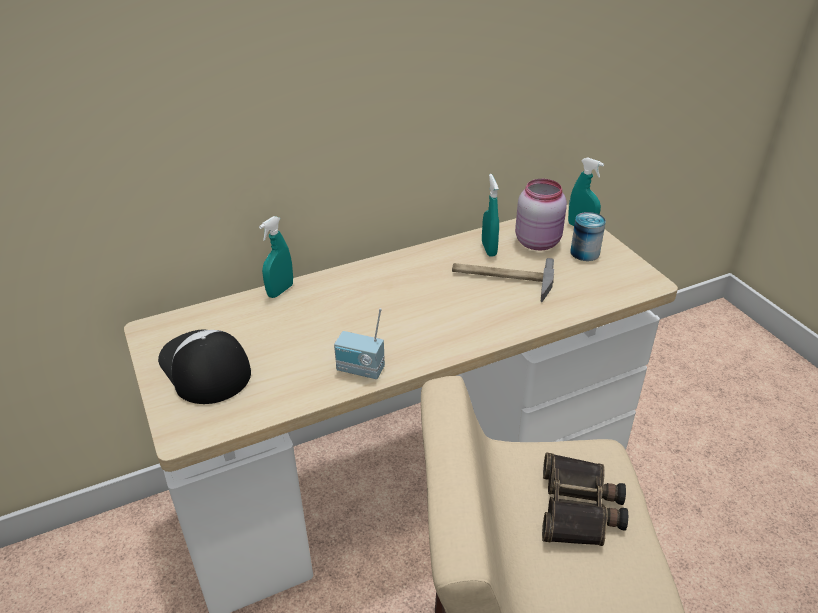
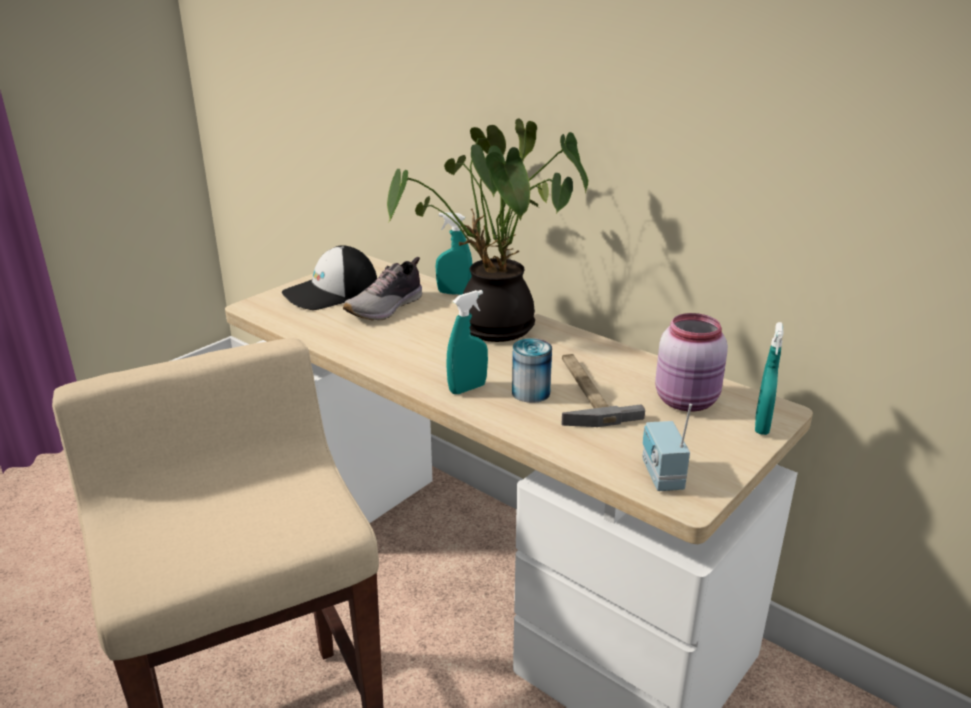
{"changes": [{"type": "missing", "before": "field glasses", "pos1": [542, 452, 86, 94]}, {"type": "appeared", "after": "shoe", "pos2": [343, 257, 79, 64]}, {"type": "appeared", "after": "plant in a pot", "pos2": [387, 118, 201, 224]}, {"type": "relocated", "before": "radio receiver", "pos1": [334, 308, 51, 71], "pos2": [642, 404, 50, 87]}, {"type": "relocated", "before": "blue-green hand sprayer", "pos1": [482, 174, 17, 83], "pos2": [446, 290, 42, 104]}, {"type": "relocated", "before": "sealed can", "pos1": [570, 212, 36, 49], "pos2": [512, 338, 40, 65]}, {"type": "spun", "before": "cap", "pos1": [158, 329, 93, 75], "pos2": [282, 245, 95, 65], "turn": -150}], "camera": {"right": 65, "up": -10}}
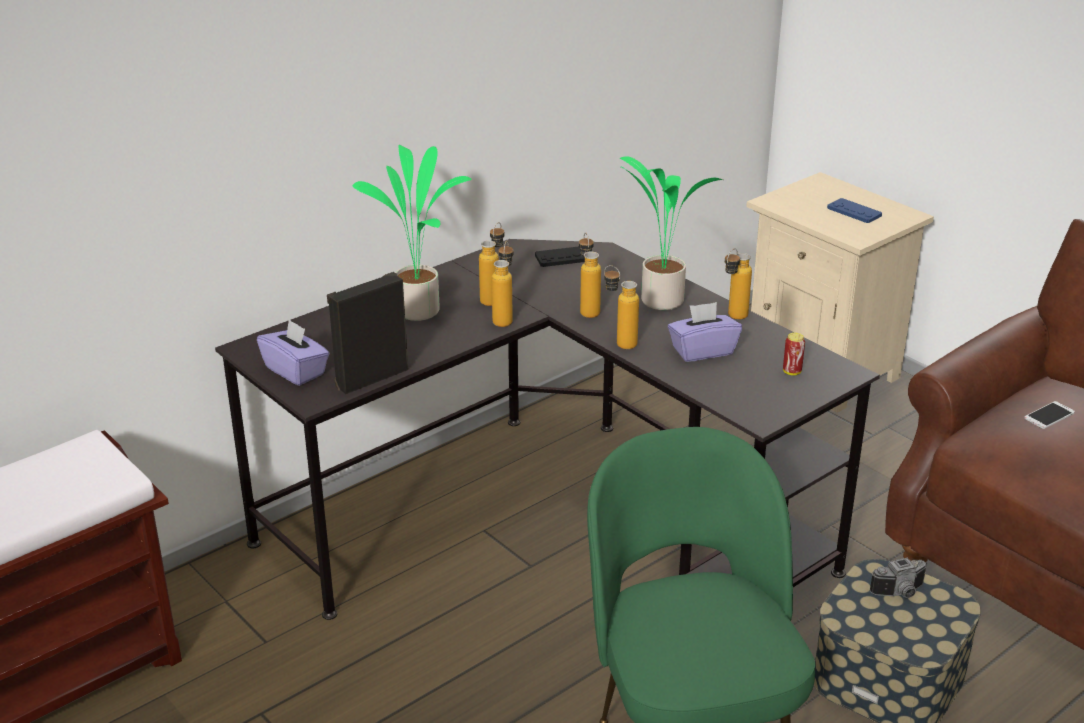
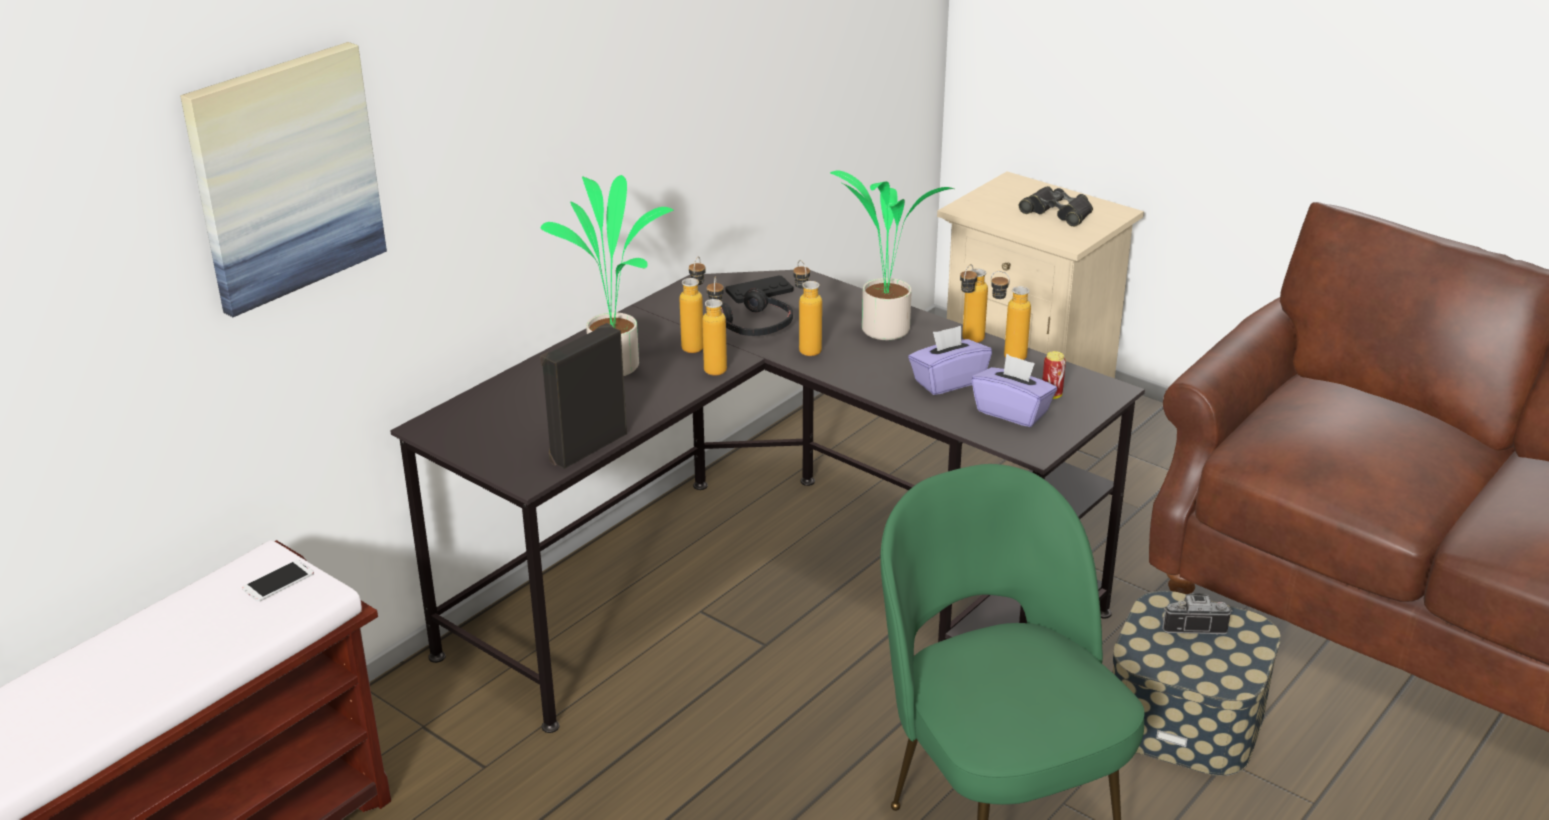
{"changes": [{"type": "appeared", "after": "wall art", "pos2": [180, 42, 207, 275]}, {"type": "appeared", "after": "black-coloured headphones", "pos2": [721, 288, 72, 48]}, {"type": "relocated", "before": "purple tissue holder", "pos1": [257, 319, 73, 67], "pos2": [972, 354, 85, 73]}, {"type": "relocated", "before": "bottle", "pos1": [604, 265, 35, 84], "pos2": [991, 271, 40, 89]}, {"type": "relocated", "before": "handset", "pos1": [1024, 401, 51, 28], "pos2": [242, 560, 72, 42]}, {"type": "exchanged", "before": "bluish joypad", "after": "black-coloured field glasses", "pos1": [827, 198, 55, 25], "pos2": [1019, 186, 74, 41]}, {"type": "spun", "before": "photo camera", "pos1": [870, 558, 57, 40], "pos2": [1162, 593, 71, 42], "turn": -150}], "camera": {"right": -10, "up": 0}}
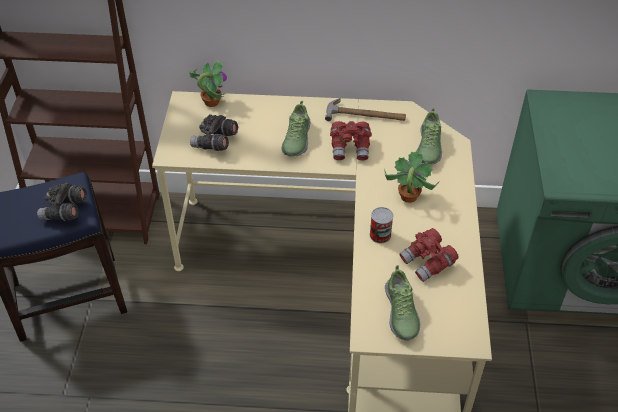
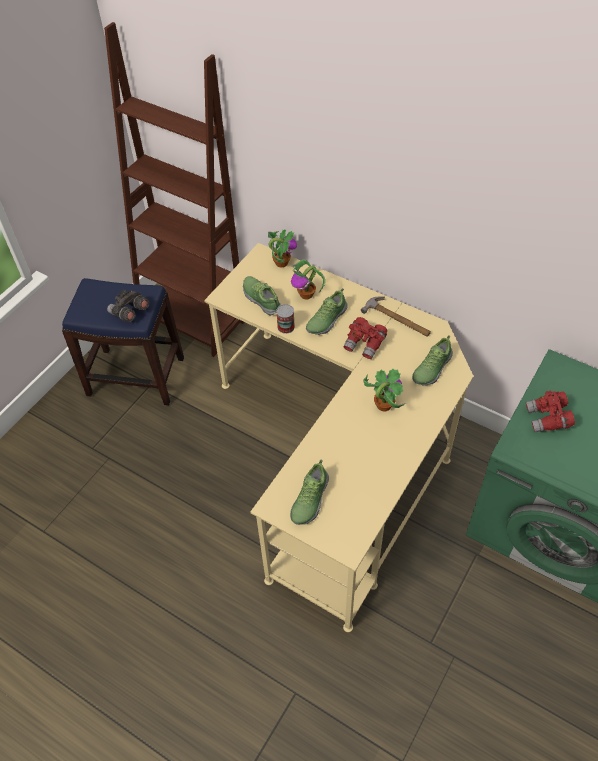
{"changes": [{"type": "appeared", "after": "plant in a pot", "pos2": [291, 260, 34, 39]}, {"type": "relocated", "before": "sealed can", "pos1": [370, 207, 23, 37], "pos2": [276, 304, 19, 30]}, {"type": "relocated", "before": "reddish field glasses", "pos1": [400, 228, 59, 54], "pos2": [526, 391, 49, 41]}, {"type": "exchanged", "before": "gray field glasses", "after": "shoe", "pos1": [190, 114, 48, 37], "pos2": [243, 276, 38, 40]}], "camera": {"right": 30, "up": 5}}
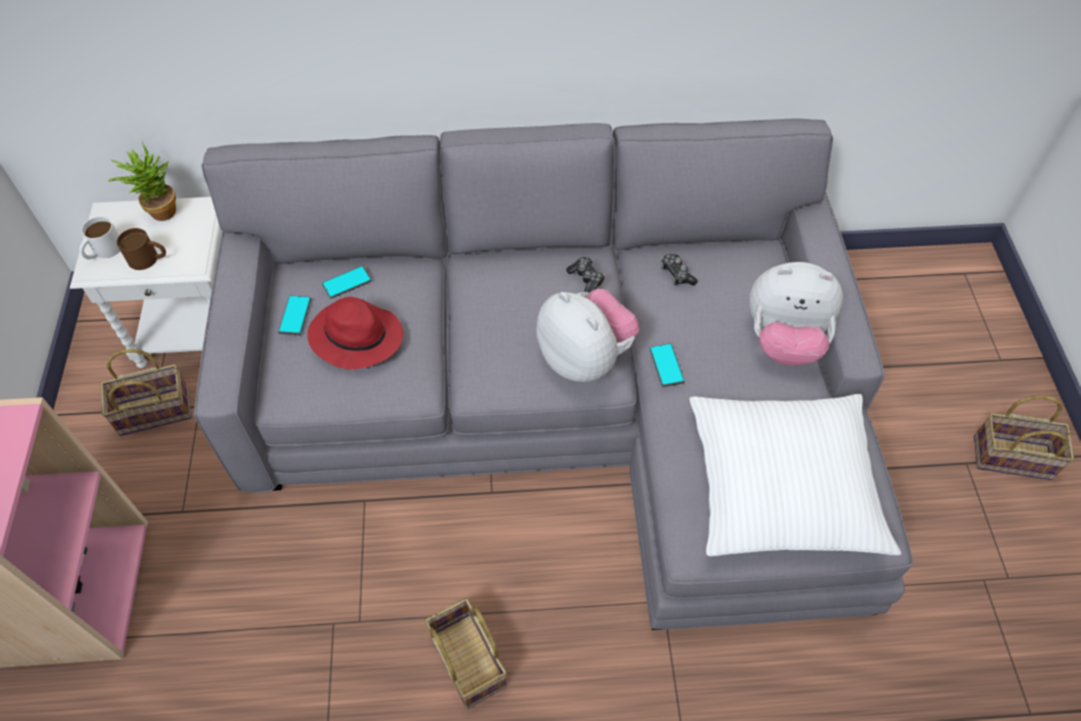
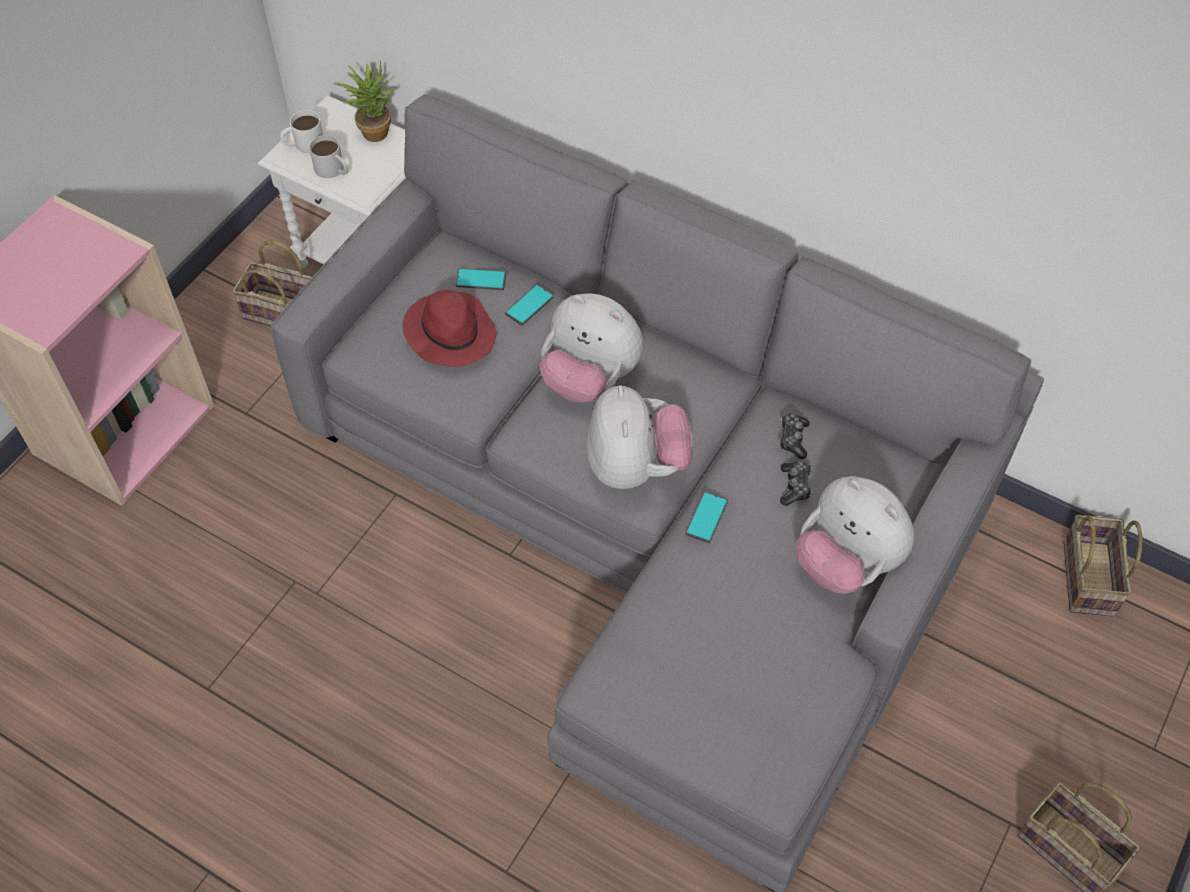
{"changes": [{"type": "missing", "before": "white throw pillow", "pos1": [690, 394, 211, 162]}, {"type": "appeared", "after": "cuddly toy", "pos2": [539, 294, 104, 109]}, {"type": "relocated", "before": "handset", "pos1": [278, 295, 33, 40], "pos2": [505, 284, 49, 42]}, {"type": "relocated", "before": "household basket", "pos1": [425, 598, 82, 111], "pos2": [1063, 515, 80, 102]}, {"type": "relocated", "before": "joypad", "pos1": [566, 257, 39, 36], "pos2": [780, 461, 32, 45]}, {"type": "colour", "before": "brown tea mug", "after": "white tea mug", "pos1": [117, 228, 49, 42], "pos2": [309, 135, 39, 43]}], "camera": {"right": 35, "up": 0}}
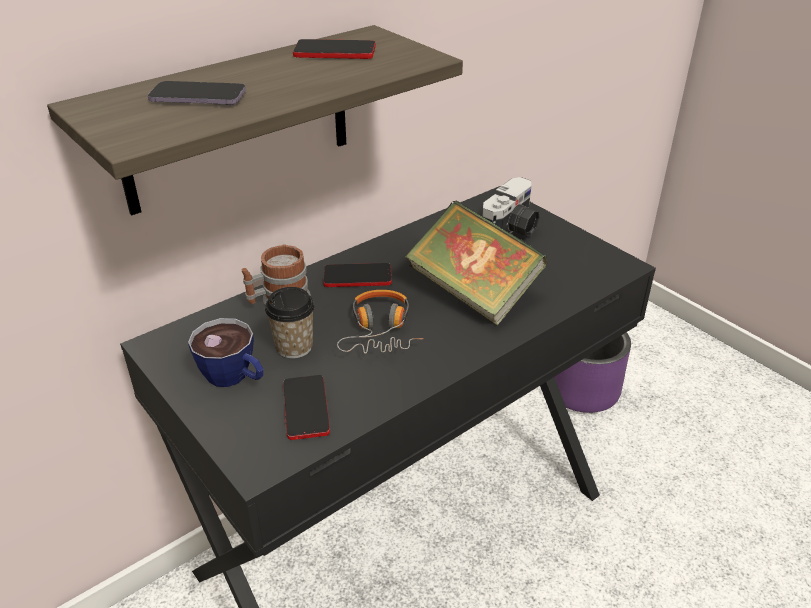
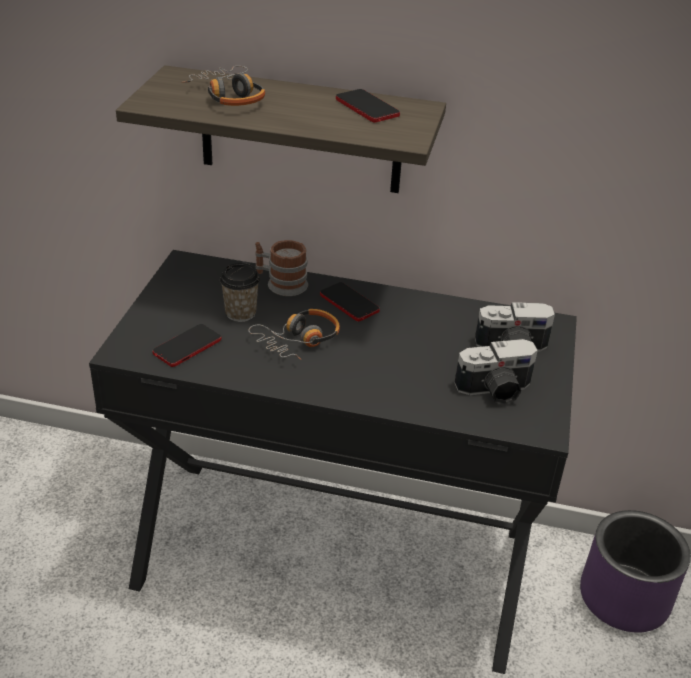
{"changes": [{"type": "missing", "before": "drinking cup", "pos1": [188, 318, 75, 69]}, {"type": "missing", "before": "bound book", "pos1": [405, 201, 143, 125]}, {"type": "appeared", "after": "photo camera", "pos2": [454, 339, 84, 66]}, {"type": "exchanged", "before": "handset", "after": "headphones", "pos1": [148, 81, 98, 24], "pos2": [182, 66, 83, 40]}], "camera": {"right": 50, "up": 0}}
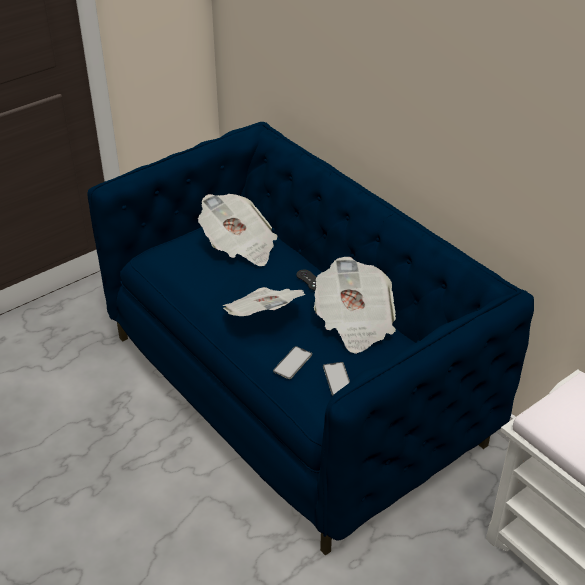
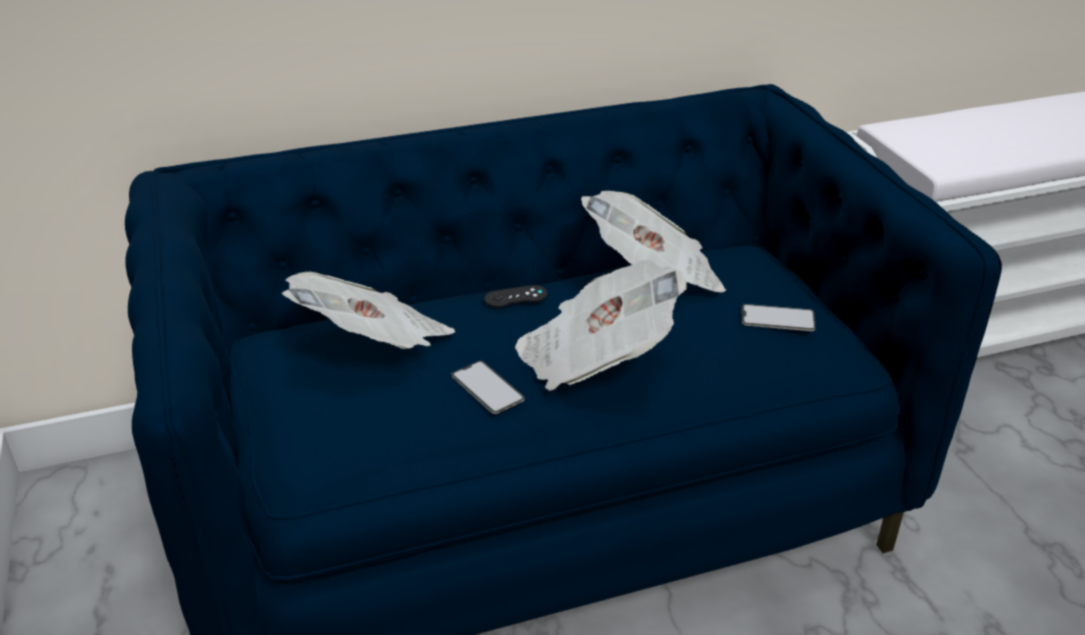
{"changes": [{"type": "relocated", "before": "handset", "pos1": [273, 346, 39, 33], "pos2": [451, 361, 74, 53]}], "camera": {"right": -70, "up": -5}}
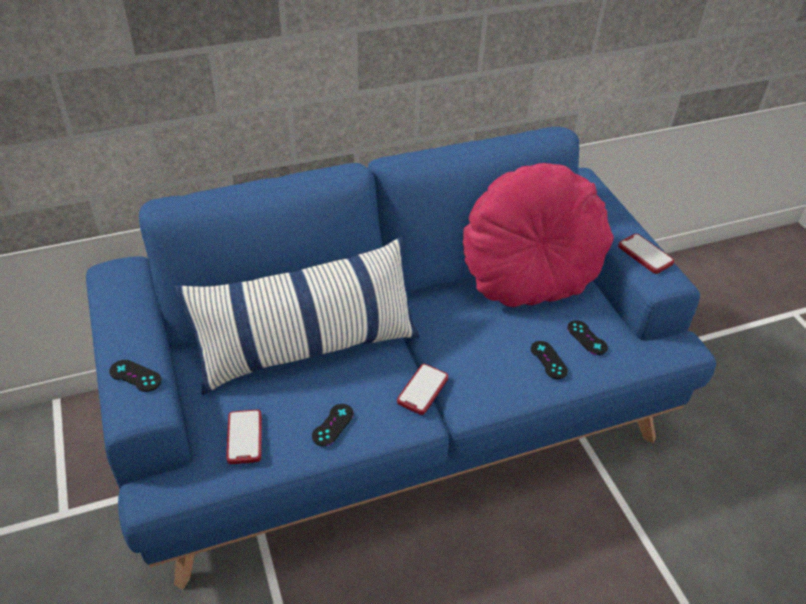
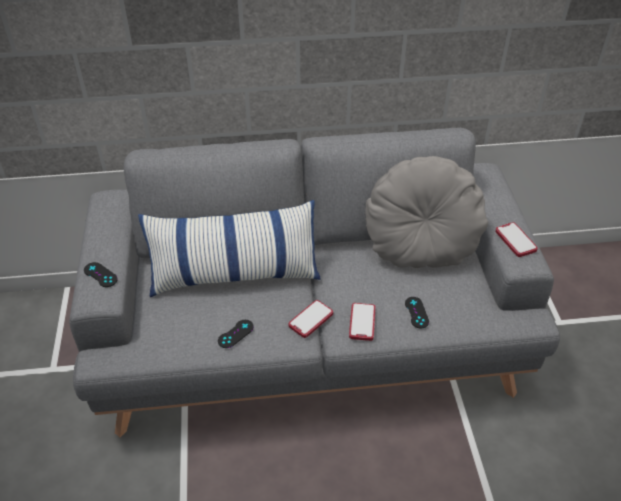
{"changes": [{"type": "missing", "before": "black-coloured joypad", "pos1": [567, 320, 41, 35]}, {"type": "relocated", "before": "handset", "pos1": [226, 410, 36, 54], "pos2": [349, 303, 27, 38]}, {"type": "colour", "before": "bluish couch", "after": "gray couch", "pos1": [86, 127, 630, 462], "pos2": [69, 128, 491, 309]}, {"type": "colour", "before": "pink throw pillow", "after": "gray throw pillow", "pos1": [463, 163, 151, 144], "pos2": [365, 156, 123, 112]}], "camera": {"right": 15, "up": 0}}
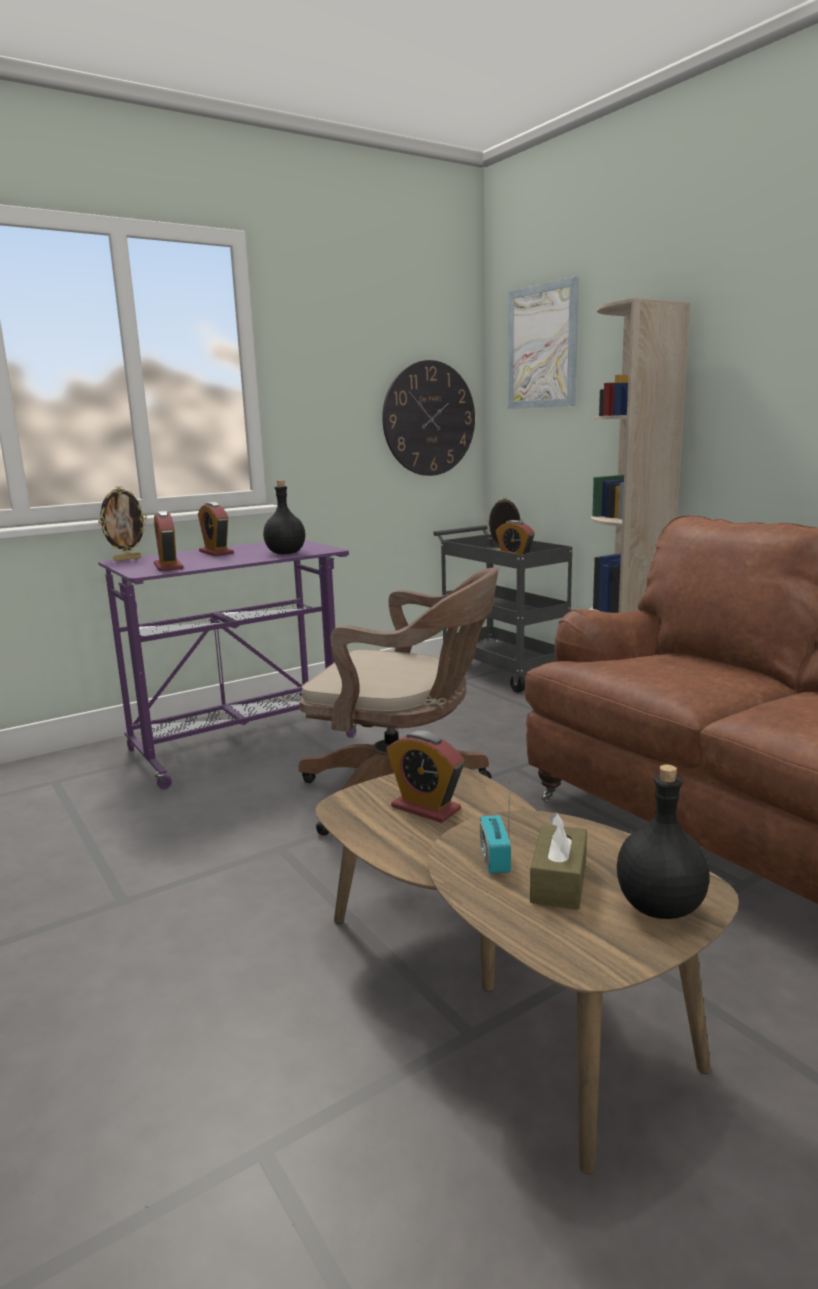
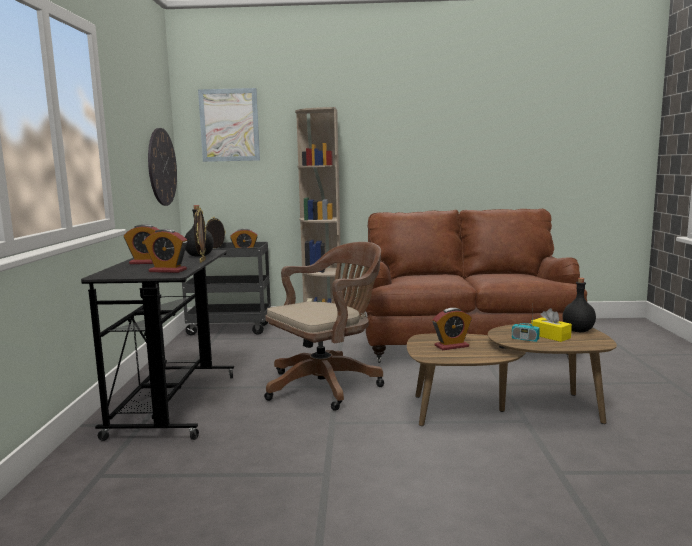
{"changes": [{"type": "relocated", "before": "photo frame", "pos1": [98, 486, 49, 75], "pos2": [194, 208, 12, 55]}, {"type": "colour", "before": "purple desk", "after": "black-coloured desk", "pos1": [98, 540, 258, 249], "pos2": [81, 250, 153, 191]}, {"type": "colour", "before": "brown tissue holder", "after": "yellow-coloured tissue holder", "pos1": [530, 812, 57, 97], "pos2": [531, 308, 41, 34]}], "camera": {"right": -55, "up": -5}}
